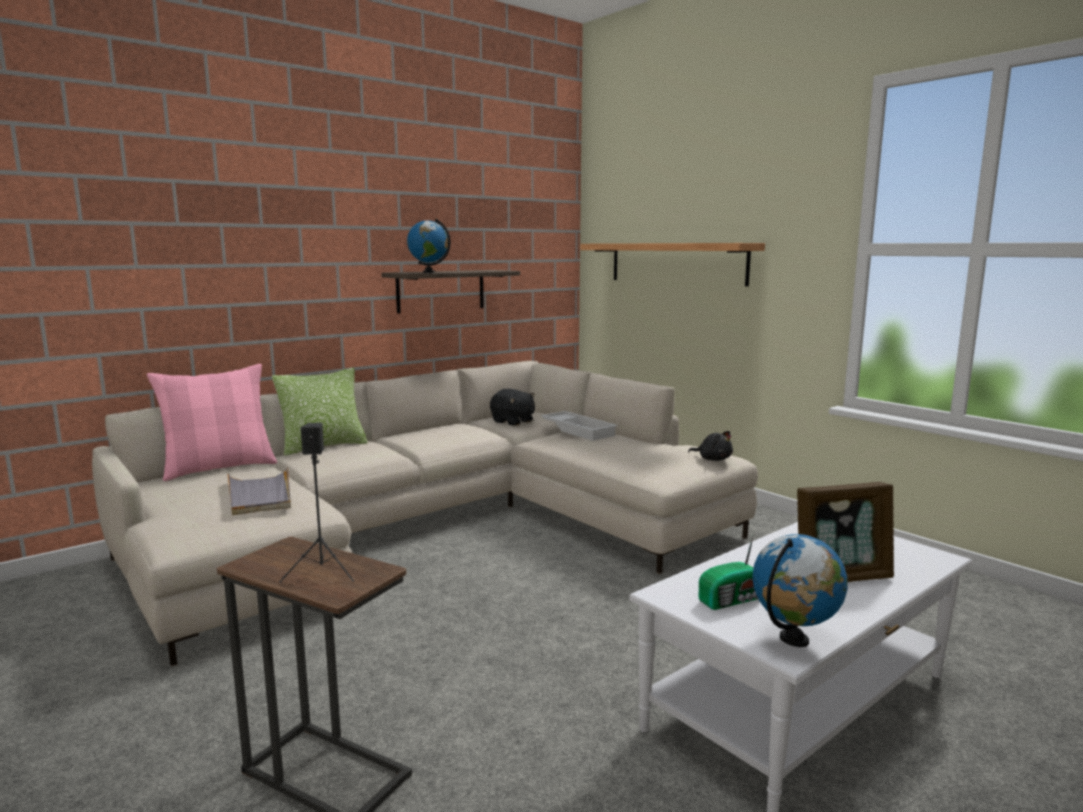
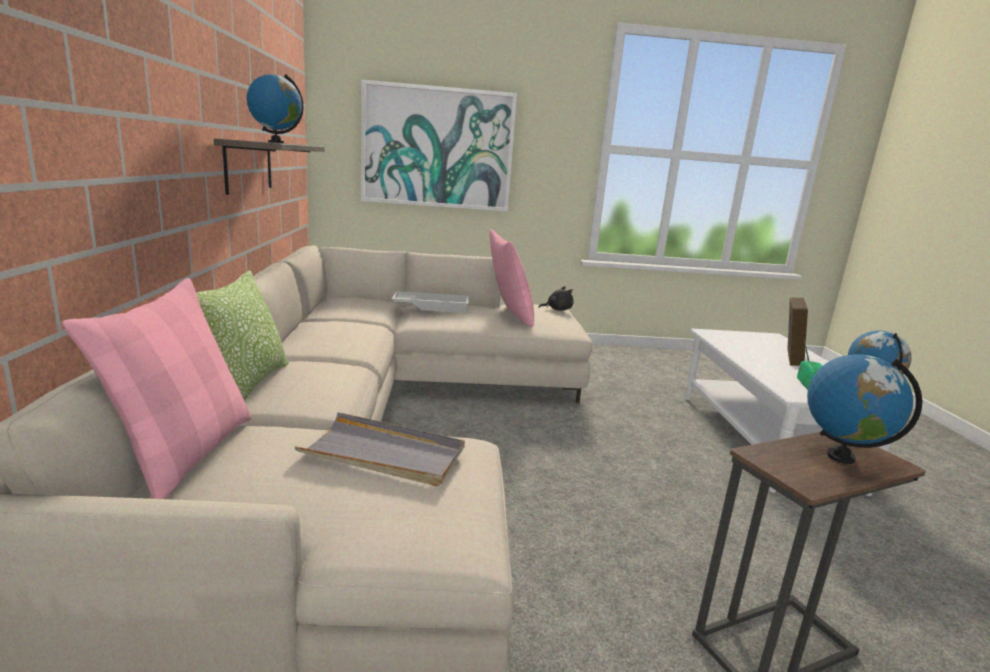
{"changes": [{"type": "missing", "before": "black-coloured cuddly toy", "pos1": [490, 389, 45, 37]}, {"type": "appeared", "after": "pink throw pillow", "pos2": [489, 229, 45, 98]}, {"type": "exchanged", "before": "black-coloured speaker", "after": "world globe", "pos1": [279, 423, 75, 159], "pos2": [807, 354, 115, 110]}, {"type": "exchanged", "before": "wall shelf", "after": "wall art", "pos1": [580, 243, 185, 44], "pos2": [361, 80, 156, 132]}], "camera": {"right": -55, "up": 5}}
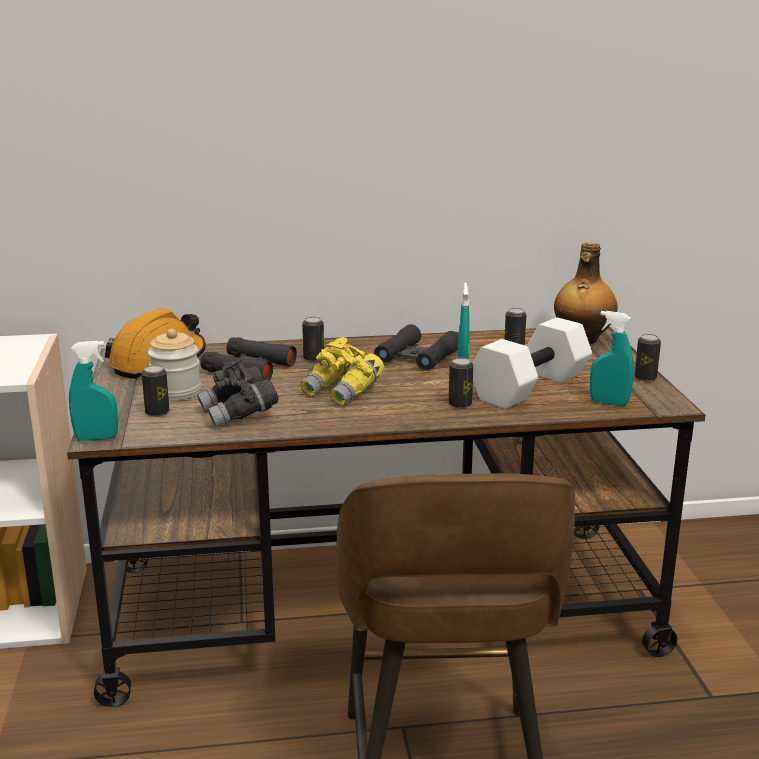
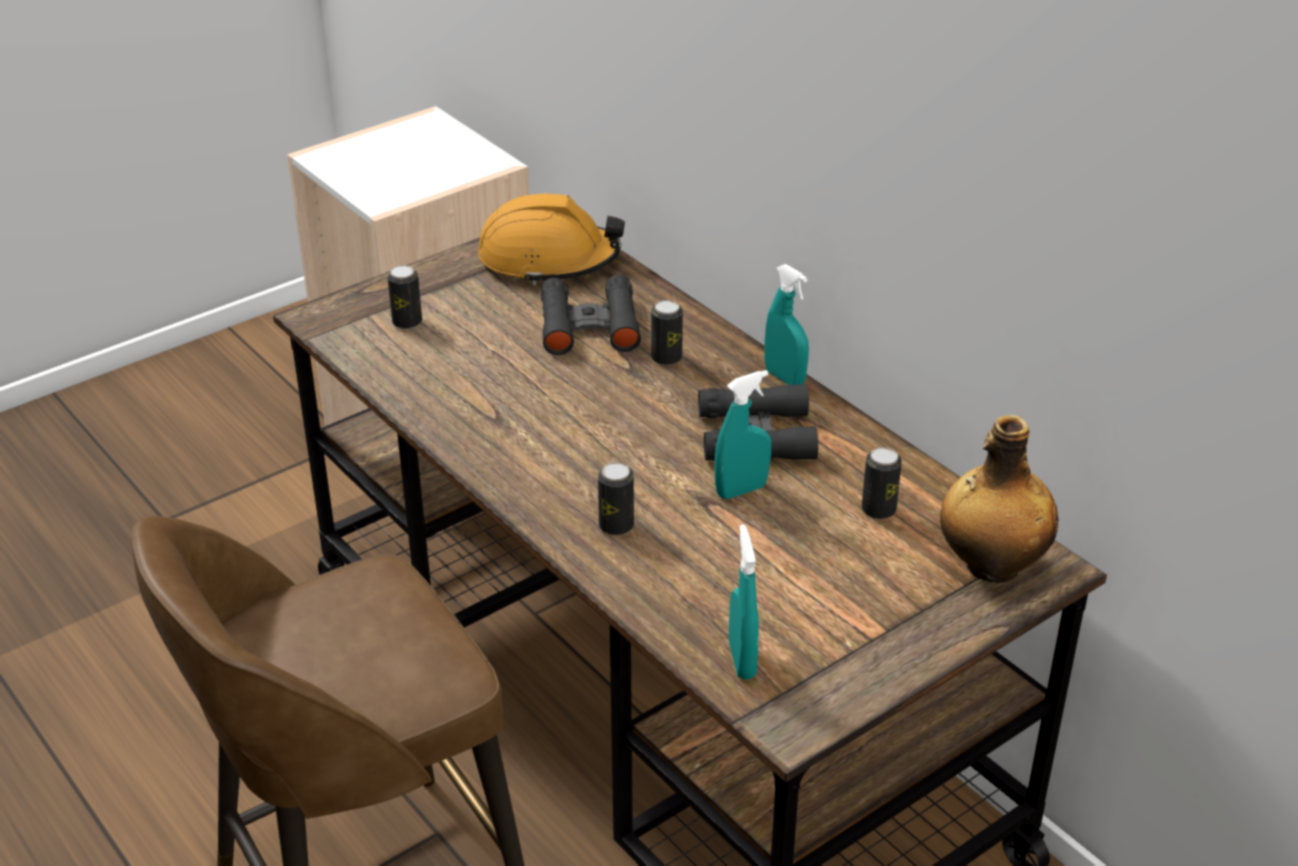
{"changes": [{"type": "missing", "before": "storage jar", "pos1": [148, 329, 53, 72]}, {"type": "missing", "before": "gray field glasses", "pos1": [197, 357, 82, 70]}, {"type": "missing", "before": "yellow-coloured field glasses", "pos1": [300, 337, 84, 69]}, {"type": "missing", "before": "white hand weight", "pos1": [473, 317, 119, 92]}, {"type": "missing", "before": "sealed can", "pos1": [635, 334, 26, 48]}, {"type": "relocated", "before": "blue-green hand sprayer", "pos1": [69, 341, 49, 100], "pos2": [765, 264, 44, 121]}], "camera": {"right": 60, "up": 15}}
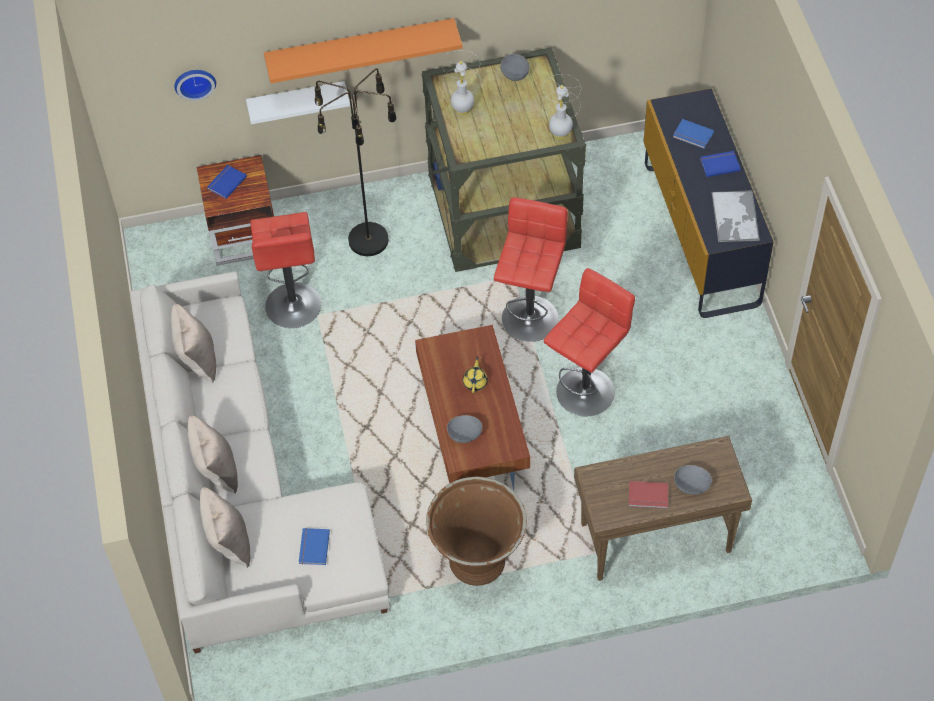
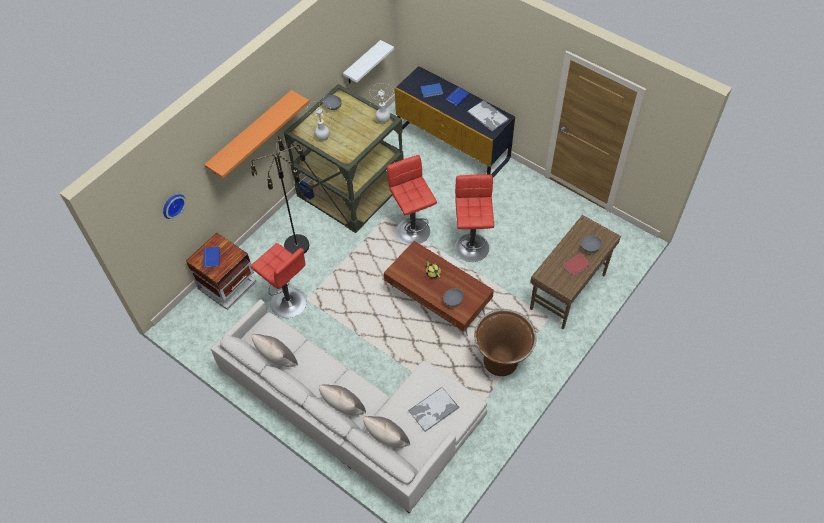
{"changes": [{"type": "relocated", "before": "white wall shelf", "pos1": [246, 81, 104, 43], "pos2": [343, 40, 51, 43]}, {"type": "exchanged", "before": "bluish bound book", "after": "tray", "pos1": [299, 528, 31, 37], "pos2": [408, 387, 51, 45]}], "camera": {"right": -40, "up": 0}}
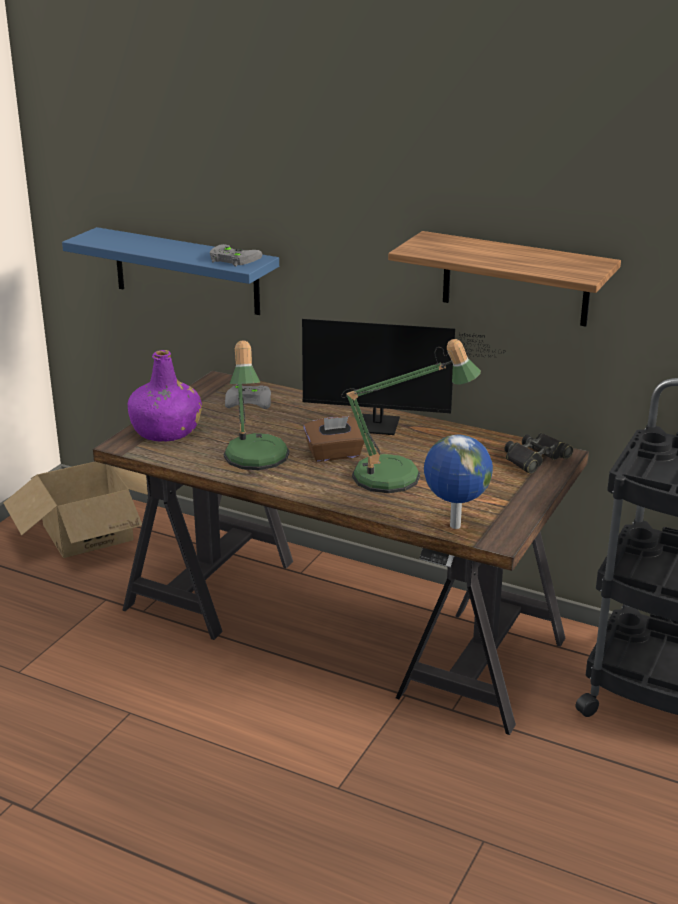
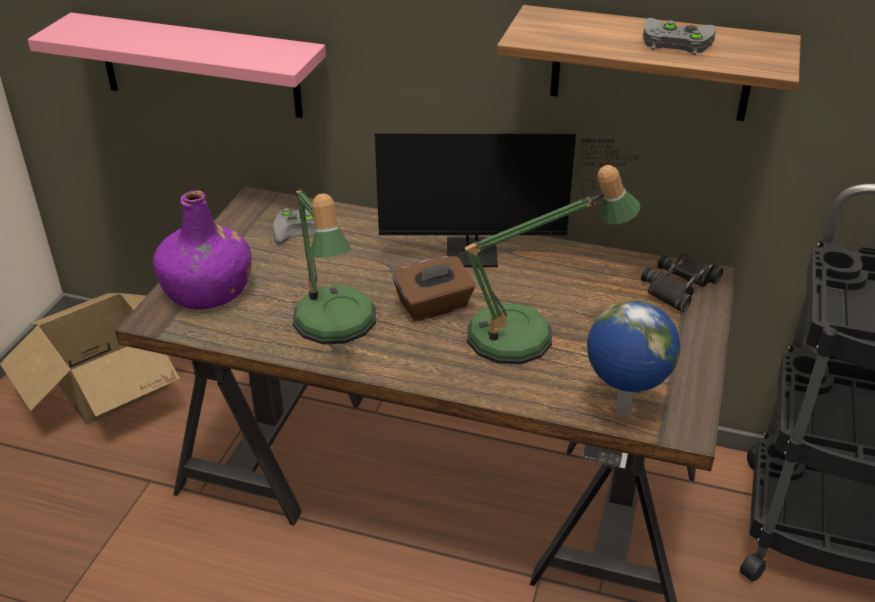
{"changes": [{"type": "relocated", "before": "gray joypad", "pos1": [210, 244, 52, 22], "pos2": [643, 18, 73, 37]}, {"type": "colour", "before": "bluish wall shelf", "after": "pink wall shelf", "pos1": [62, 227, 217, 88], "pos2": [28, 13, 298, 105]}], "camera": {"right": -10, "up": 10}}
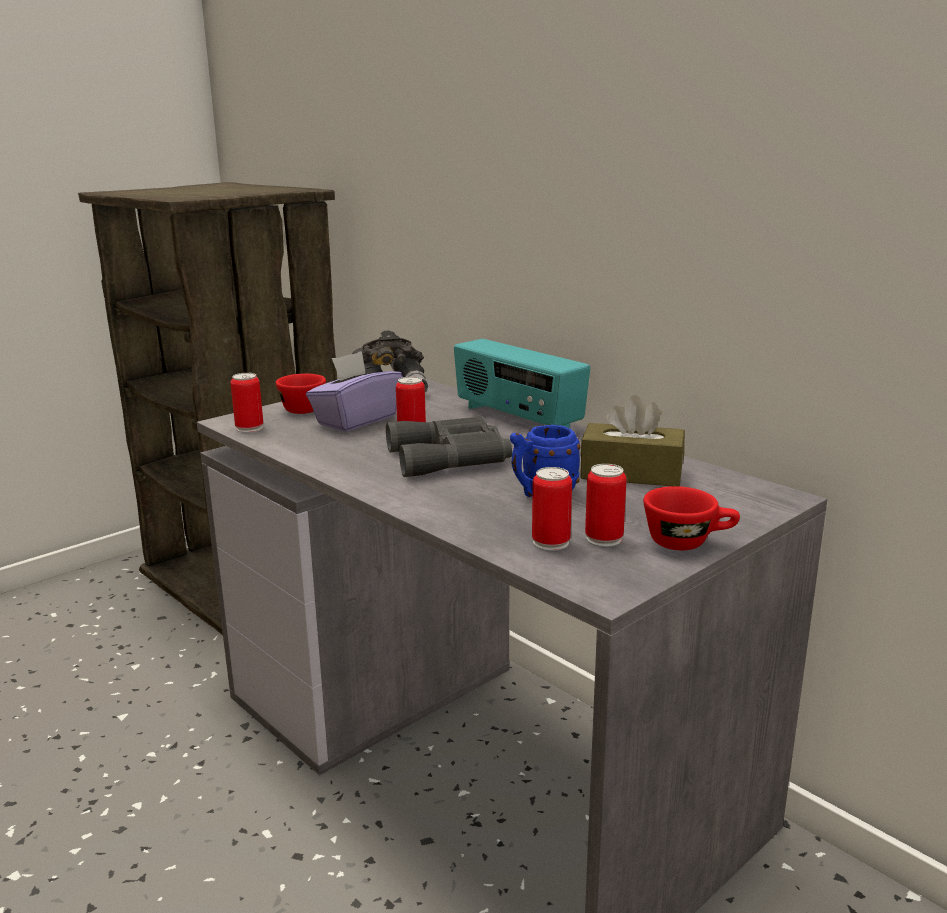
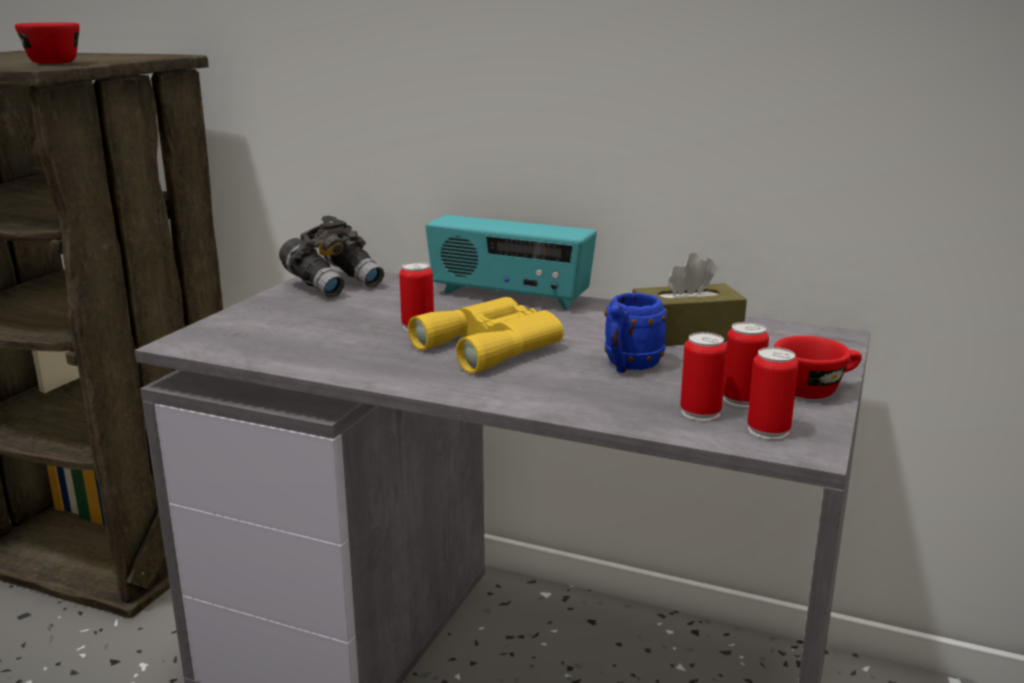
{"changes": [{"type": "missing", "before": "purple tissue holder", "pos1": [306, 351, 97, 81]}, {"type": "relocated", "before": "sealed can", "pos1": [230, 373, 33, 60], "pos2": [747, 347, 51, 93]}, {"type": "relocated", "before": "reddish drinking cup", "pos1": [276, 374, 50, 40], "pos2": [15, 23, 65, 41]}, {"type": "colour", "before": "gray field glasses", "after": "yellow-coloured field glasses", "pos1": [386, 416, 126, 61], "pos2": [408, 297, 156, 77]}], "camera": {"right": -25, "up": 0}}
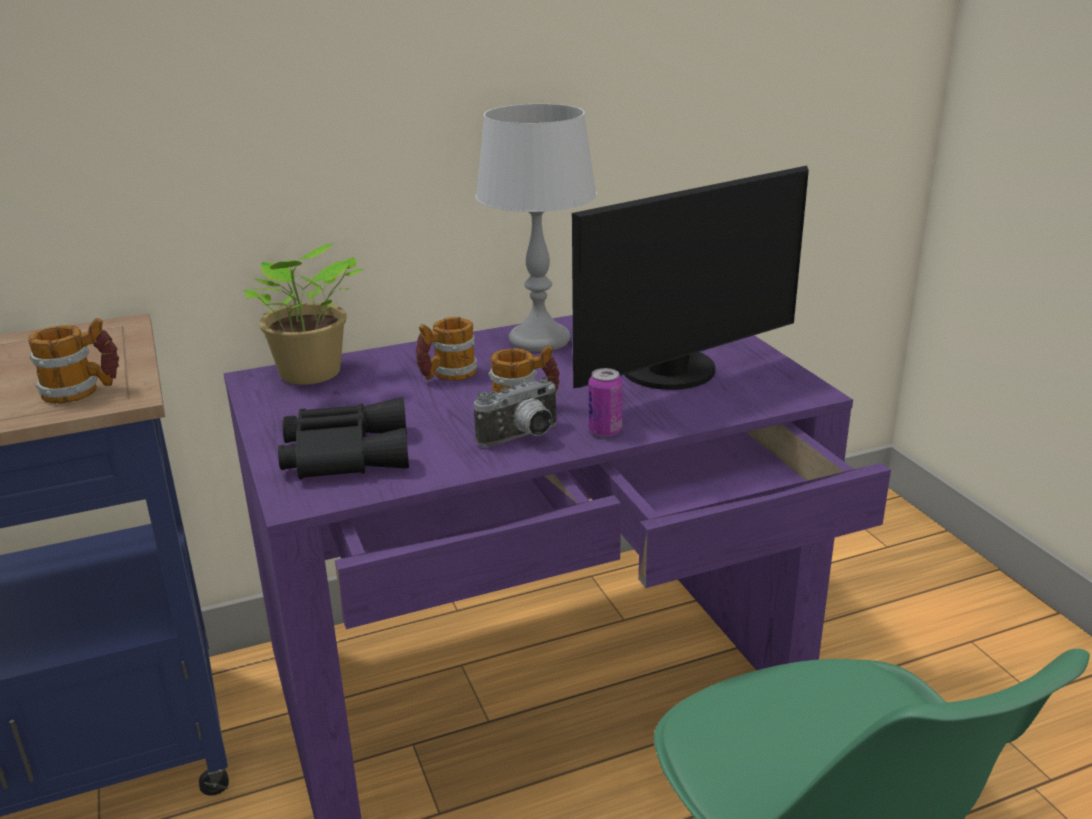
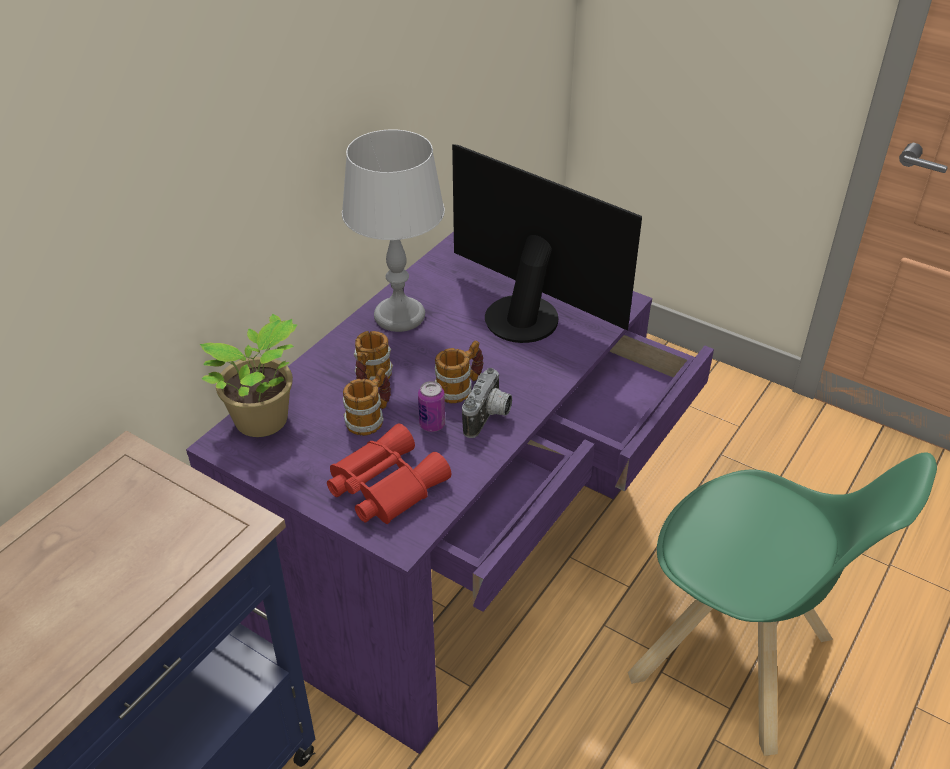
{"changes": [{"type": "relocated", "before": "tea mug", "pos1": [28, 318, 91, 86], "pos2": [343, 368, 48, 68]}, {"type": "relocated", "before": "sealed can", "pos1": [588, 368, 35, 69], "pos2": [418, 381, 27, 51]}, {"type": "colour", "before": "black-coloured field glasses", "after": "reddish field glasses", "pos1": [278, 397, 131, 82], "pos2": [327, 423, 124, 101]}, {"type": "spun", "before": "computer display", "pos1": [572, 166, 237, 224], "pos2": [452, 144, 190, 199], "turn": -75}], "camera": {"right": -35, "up": 15}}
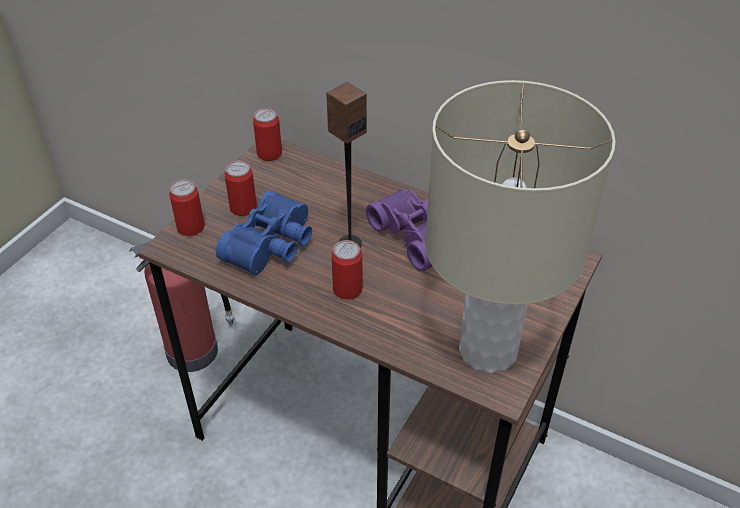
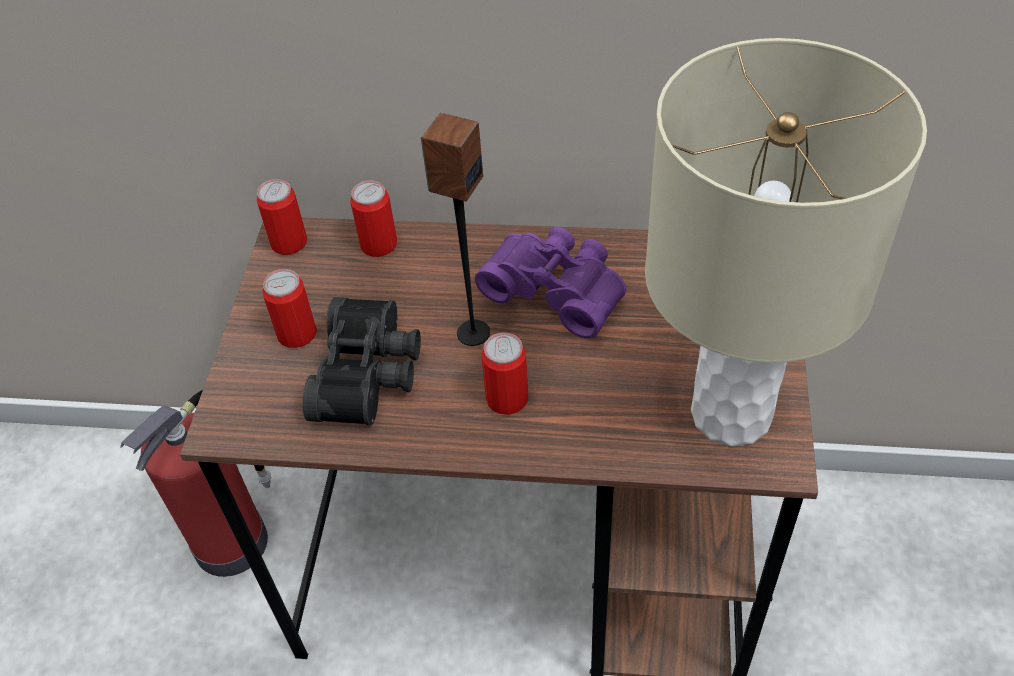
{"changes": [{"type": "relocated", "before": "sealed can", "pos1": [169, 180, 36, 56], "pos2": [350, 181, 47, 76]}, {"type": "colour", "before": "bluish field glasses", "after": "black-coloured field glasses", "pos1": [216, 191, 96, 84], "pos2": [302, 297, 119, 129]}], "camera": {"right": -20, "up": 5}}
